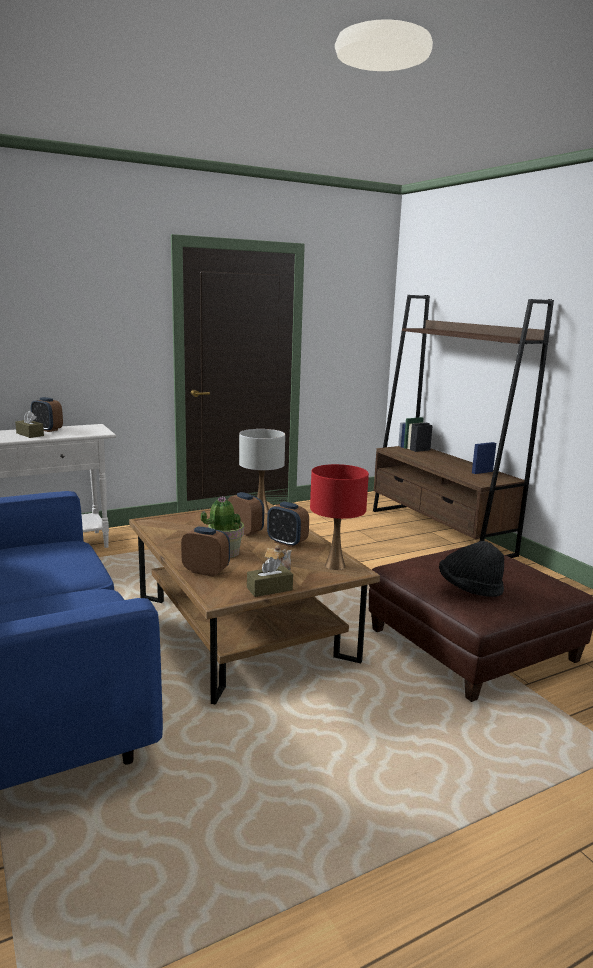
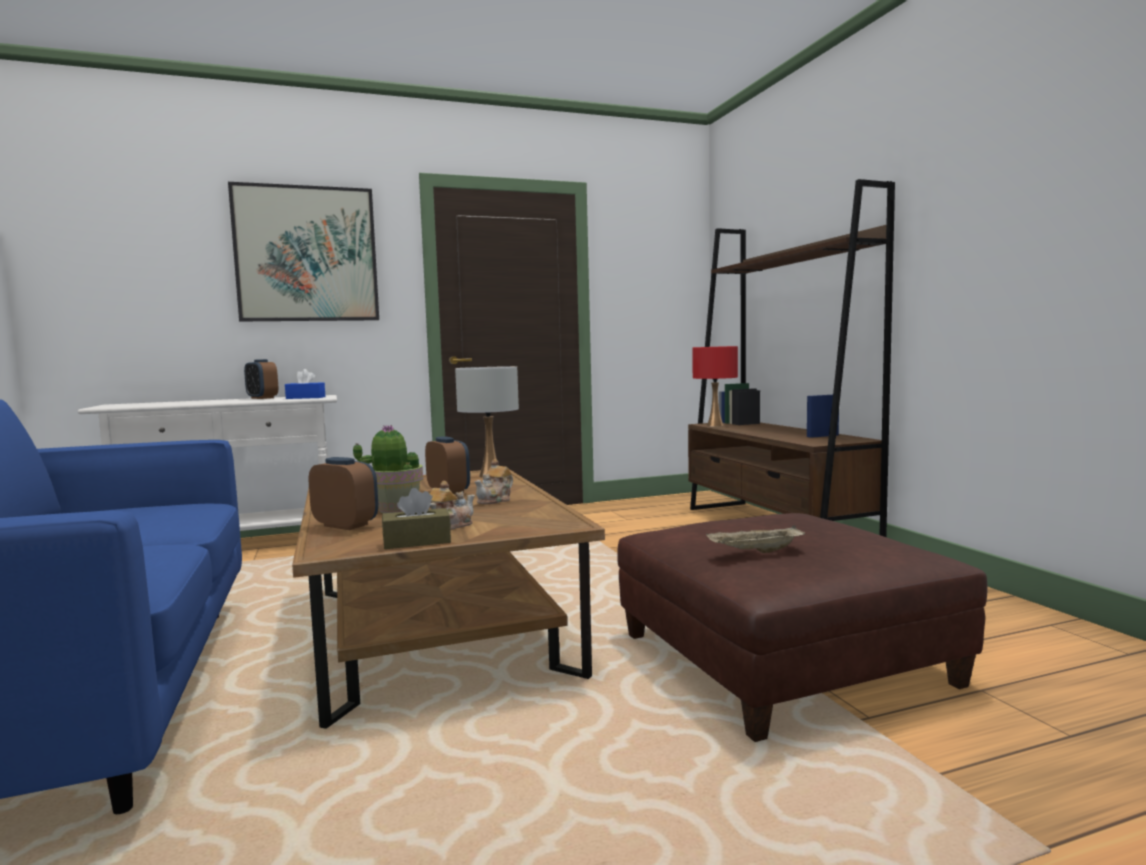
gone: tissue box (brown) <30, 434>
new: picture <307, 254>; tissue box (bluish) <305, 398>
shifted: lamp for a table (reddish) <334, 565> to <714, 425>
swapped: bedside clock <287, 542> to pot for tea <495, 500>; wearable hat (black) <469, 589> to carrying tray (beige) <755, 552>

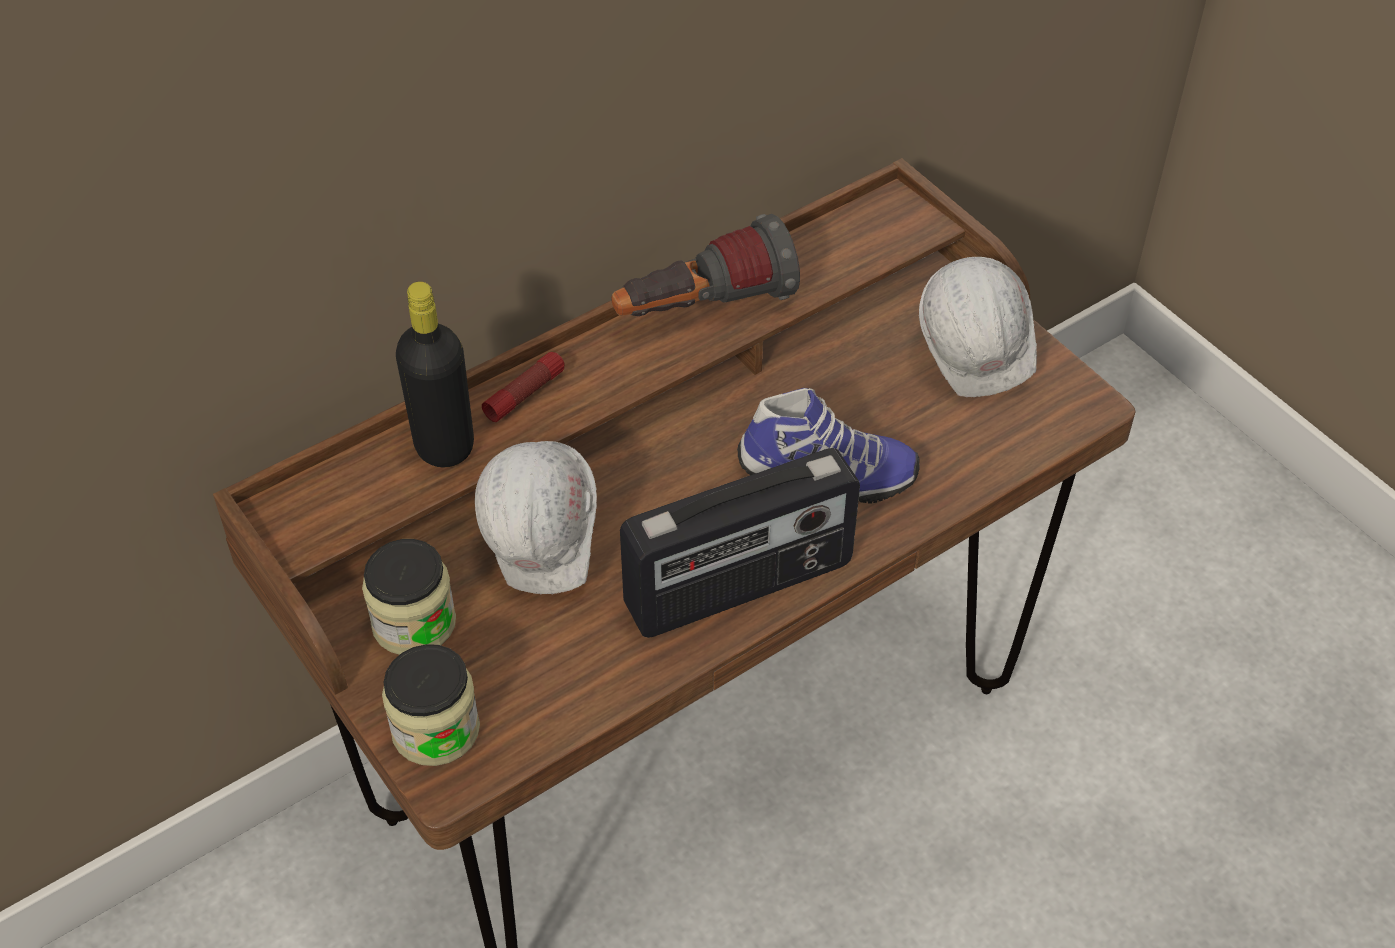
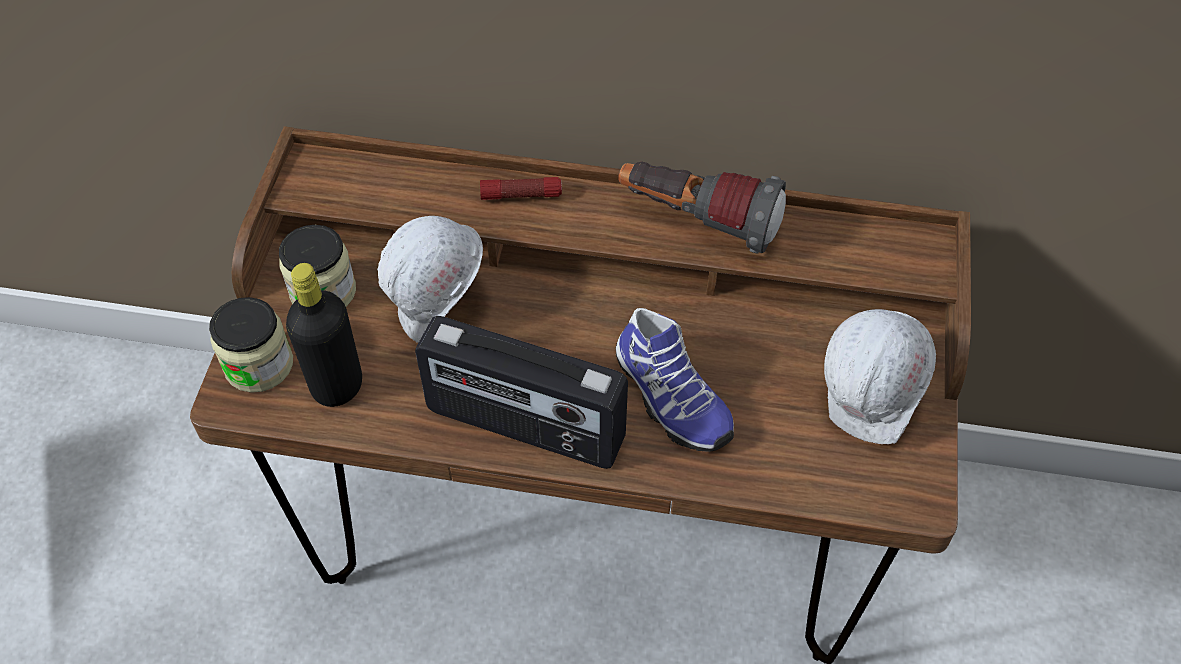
shifted: bottle (black) <444, 446> to <337, 386>

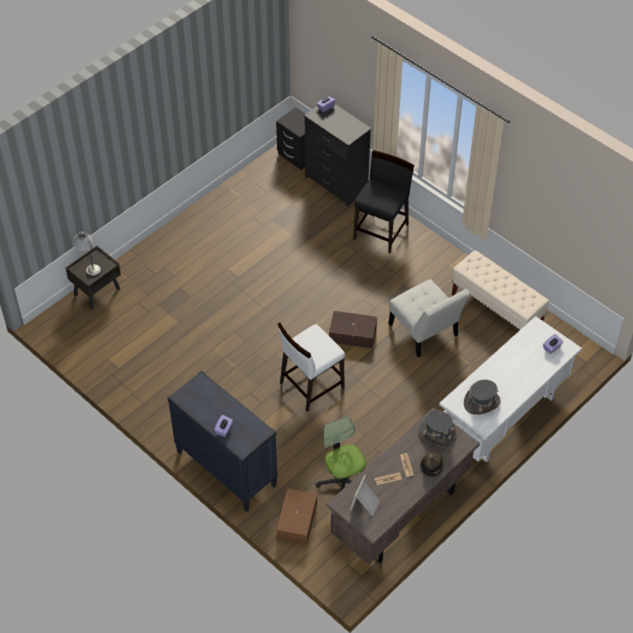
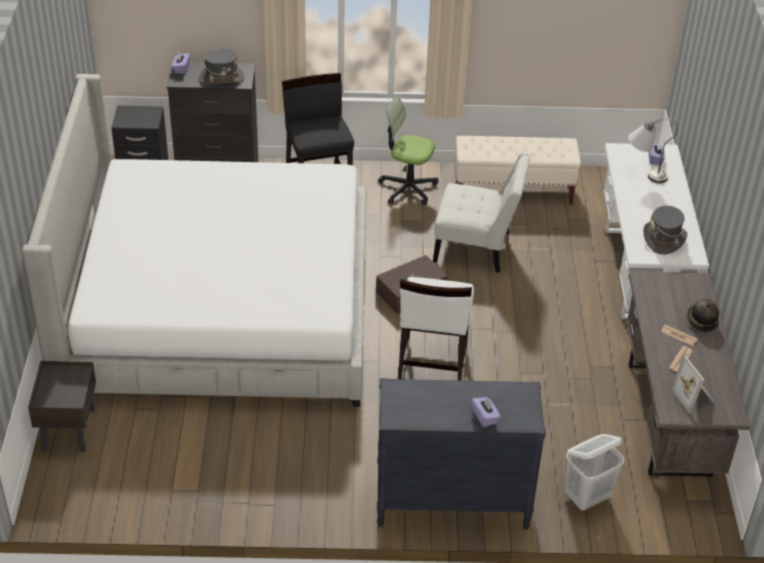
new: bed <219, 308>
shifted: wearable hat (grey) <437, 433> to <221, 78>; computer chair <343, 481> to <408, 188>; lamp for a table (grey) <89, 264> to <644, 174>
swapped: storage container (brown) <298, 520> to hamper (white-coloured) <587, 497>

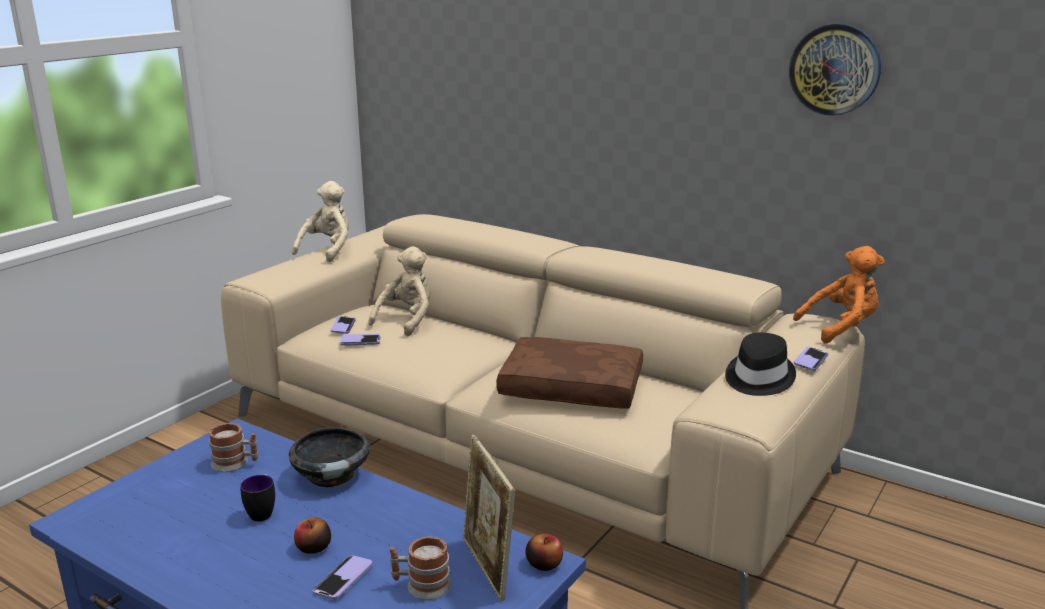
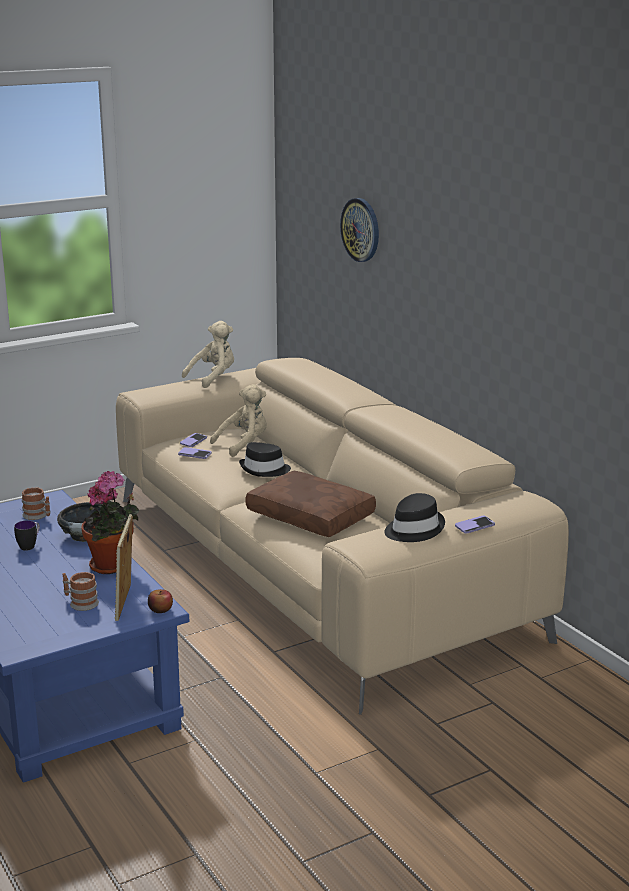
gone: apple fruit <313, 547>; phone <343, 579>; cuddly toy (orangey) <841, 328>
new: houseplant <113, 566>; wearable hat (black) <264, 470>
shifted: clock on the wall <834, 69> to <361, 229>

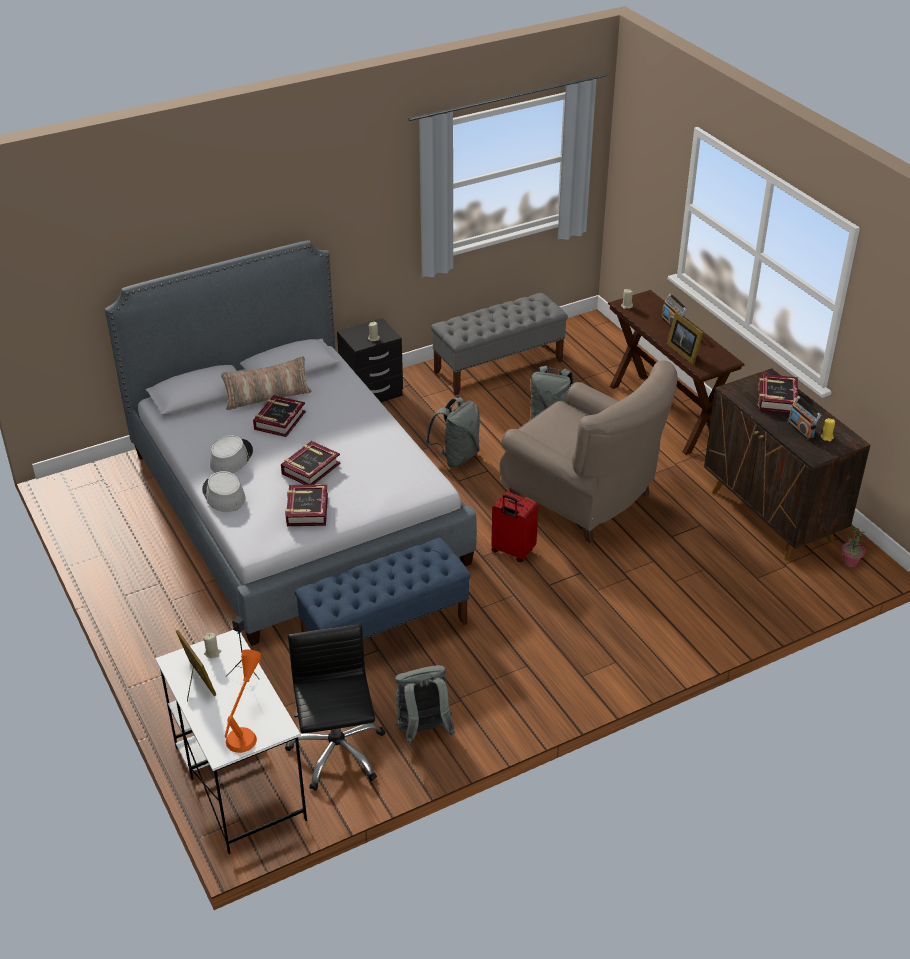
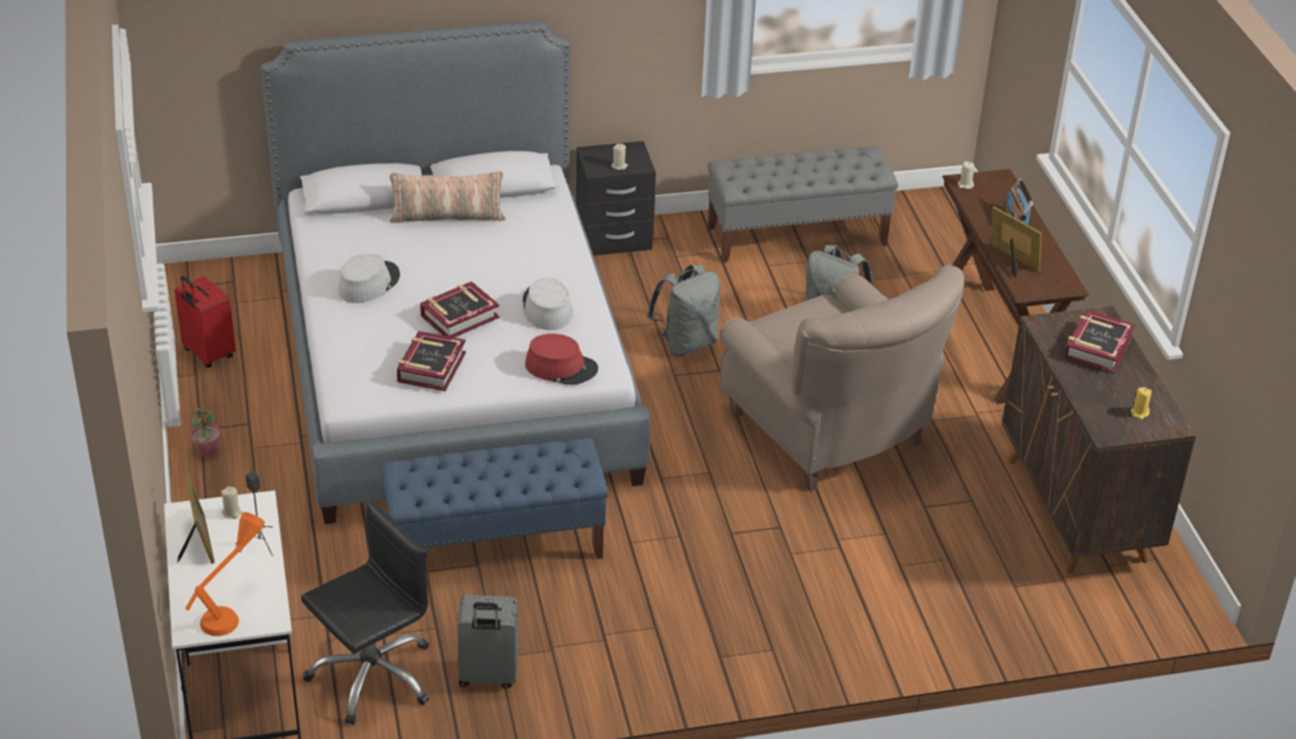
gone: book <279, 420>; radio <801, 429>
new: wearable hat (reddish) <561, 367>
shifted: piece of luggage (reddish) <512, 551> to <208, 354>; houseplant <850, 562> to <207, 451>; wearable hat (grey) <223, 494> to <546, 308>
swapped: rucksack (grey) <423, 731> to piece of luggage (grey) <488, 676>
rotated: computer chair (black) <337, 752> = <372, 675> 45 degrees clockwise; picture frame <683, 352> = <1012, 261> 150 degrees clockwise

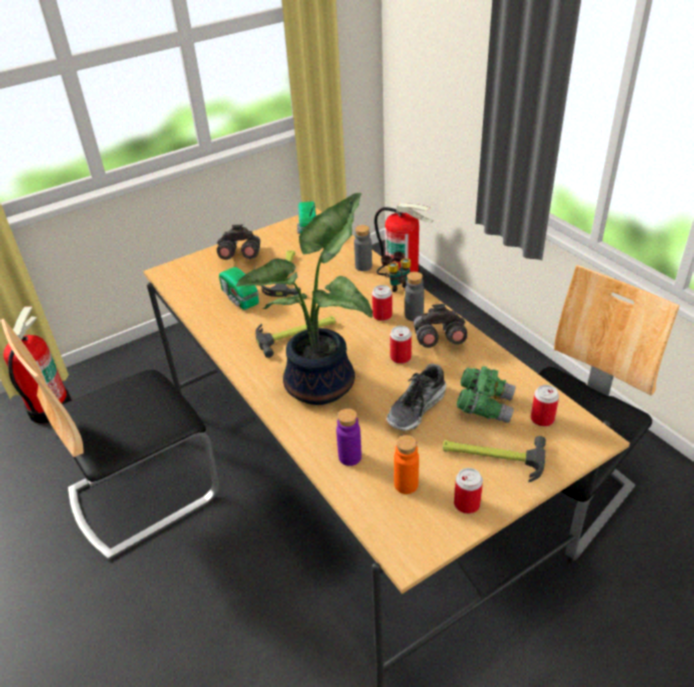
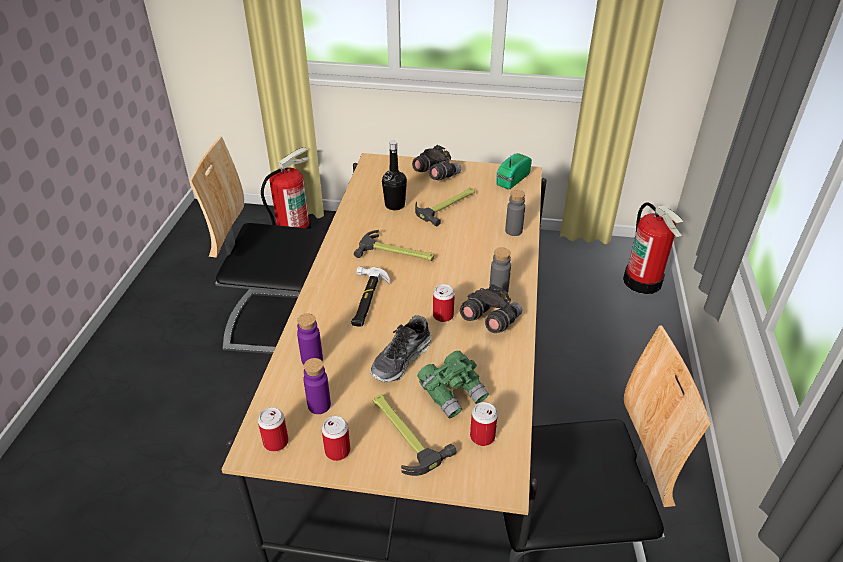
gone: binoculars <395, 284>
shifted: can <382, 315> to <276, 442>
swapped: houseplant <324, 384> to hammer <366, 299>; radio <239, 298> to bottle (black) <395, 205>
repainted: bottle (orangey) <406, 484> to bottle (purplish) <319, 405>
rotated: item of footwear <416, 408> = <401, 359> 45 degrees counterclockwise

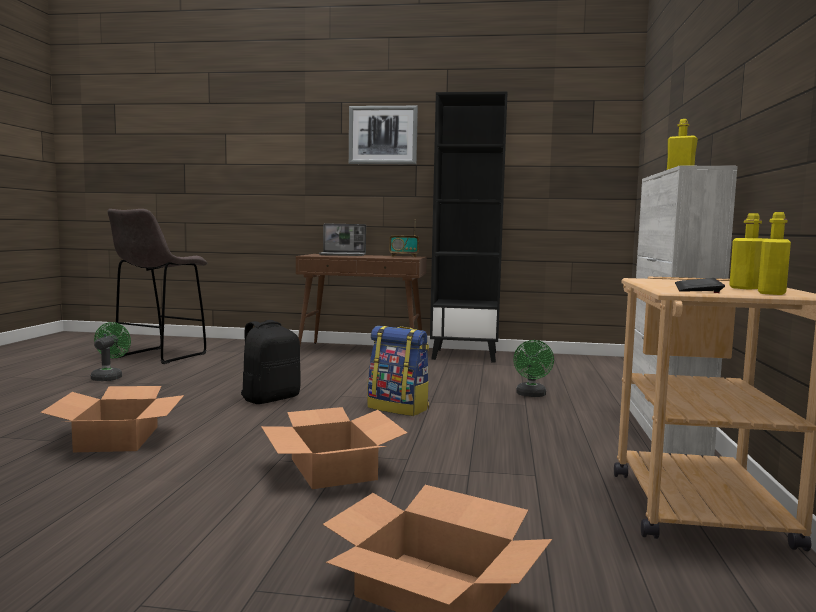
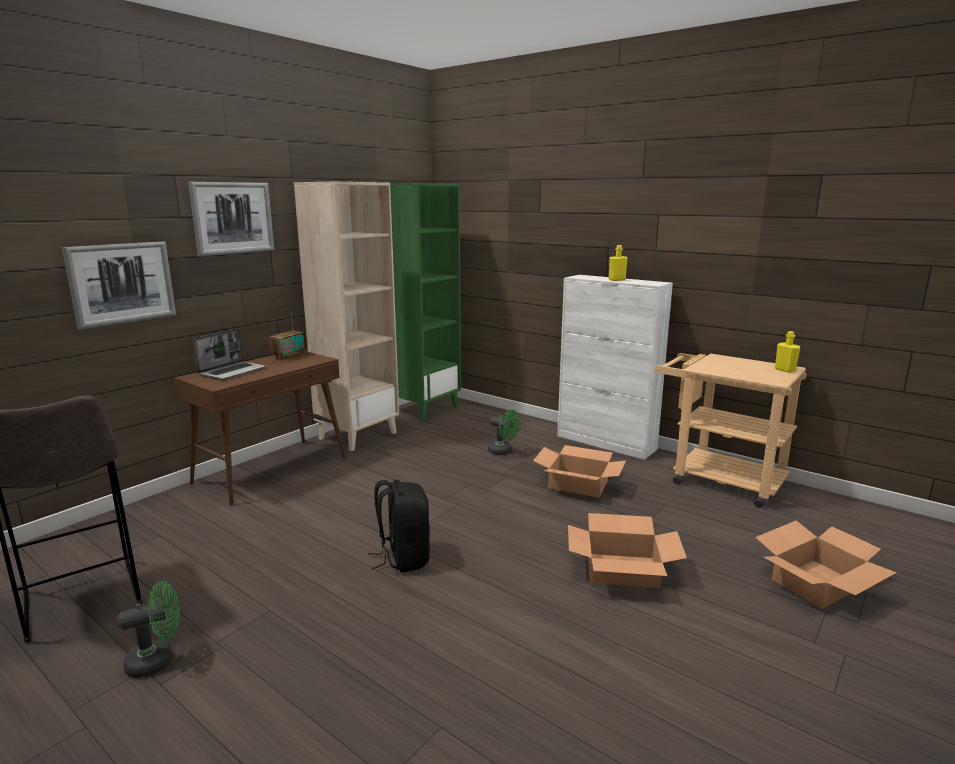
gone: rucksack <399, 408>; computer keyboard <697, 288>; bottle (yellow-coloured) <747, 288>
new: picture <122, 283>; bookcase (green) <424, 408>
shifted: carton <118, 438> to <578, 484>
repainted: bookcase (black) <465, 355> to bookcase (beige) <358, 435>
rotated: fan (green) <109, 377> = <158, 660> 120 degrees clockwise

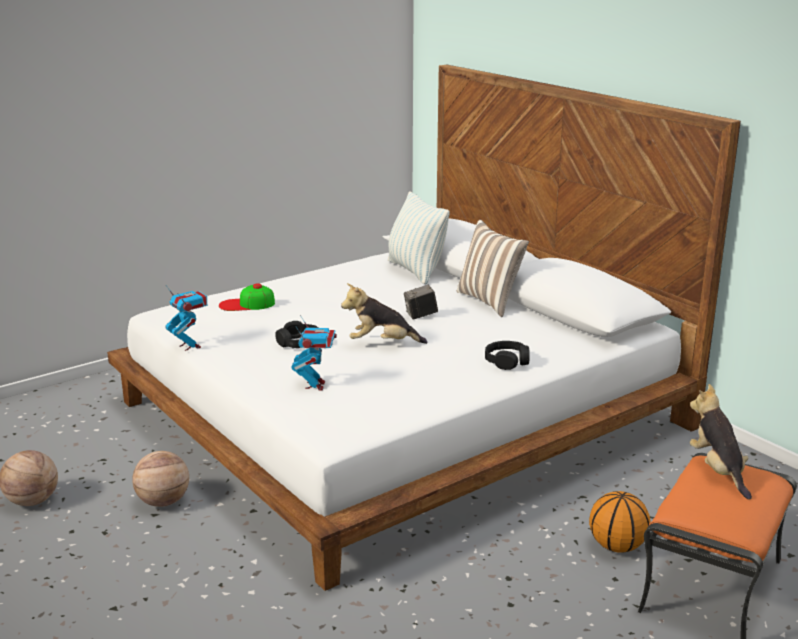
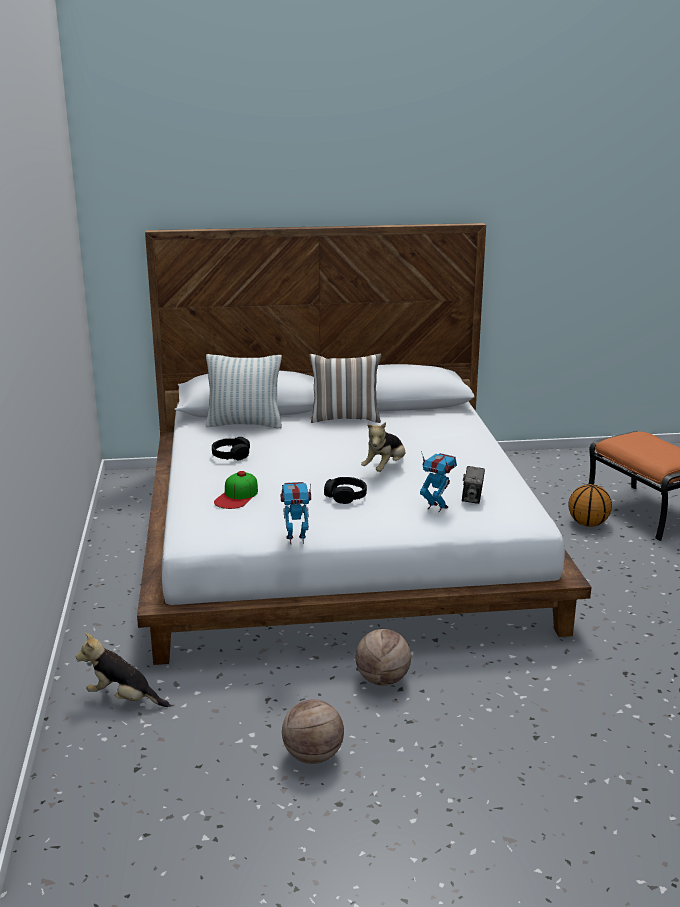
shifted: cuddly toy <717, 470> to <123, 698>; pair of headphones (black) <507, 361> to <231, 455>; still camera <420, 315> to <472, 498>

